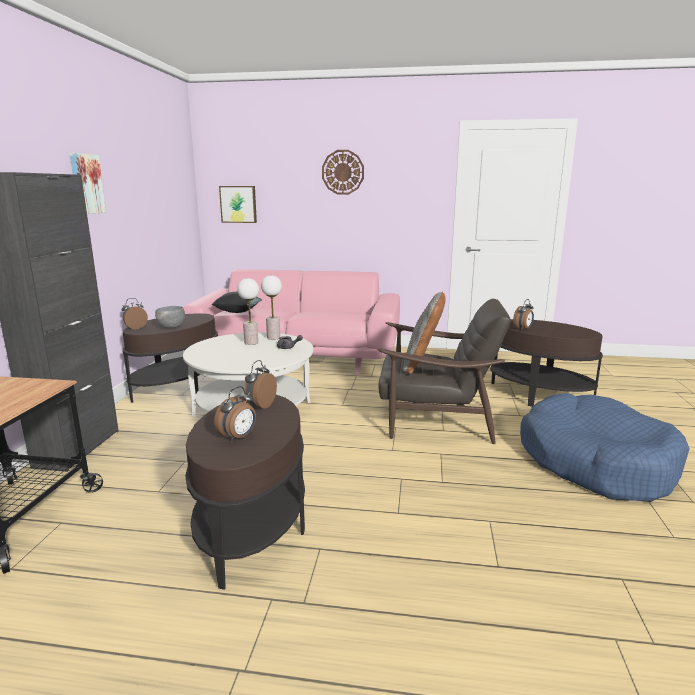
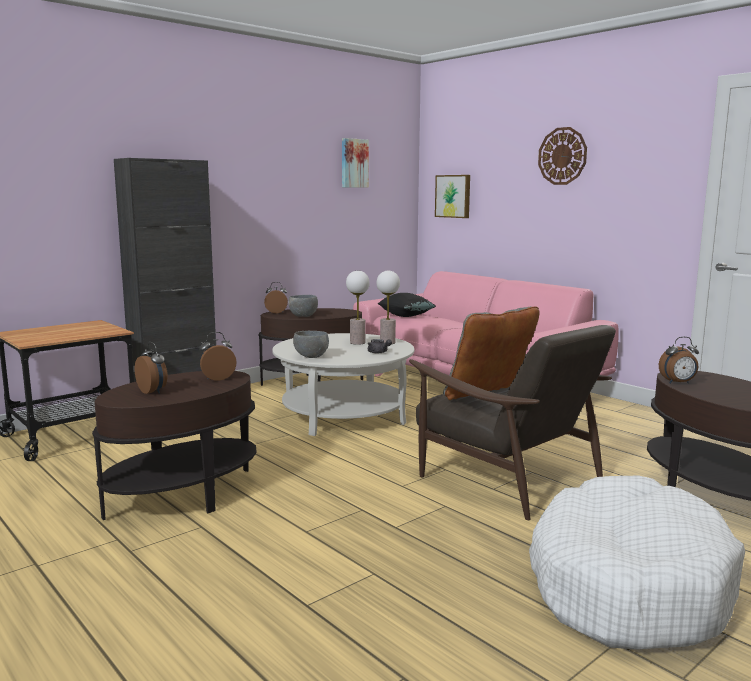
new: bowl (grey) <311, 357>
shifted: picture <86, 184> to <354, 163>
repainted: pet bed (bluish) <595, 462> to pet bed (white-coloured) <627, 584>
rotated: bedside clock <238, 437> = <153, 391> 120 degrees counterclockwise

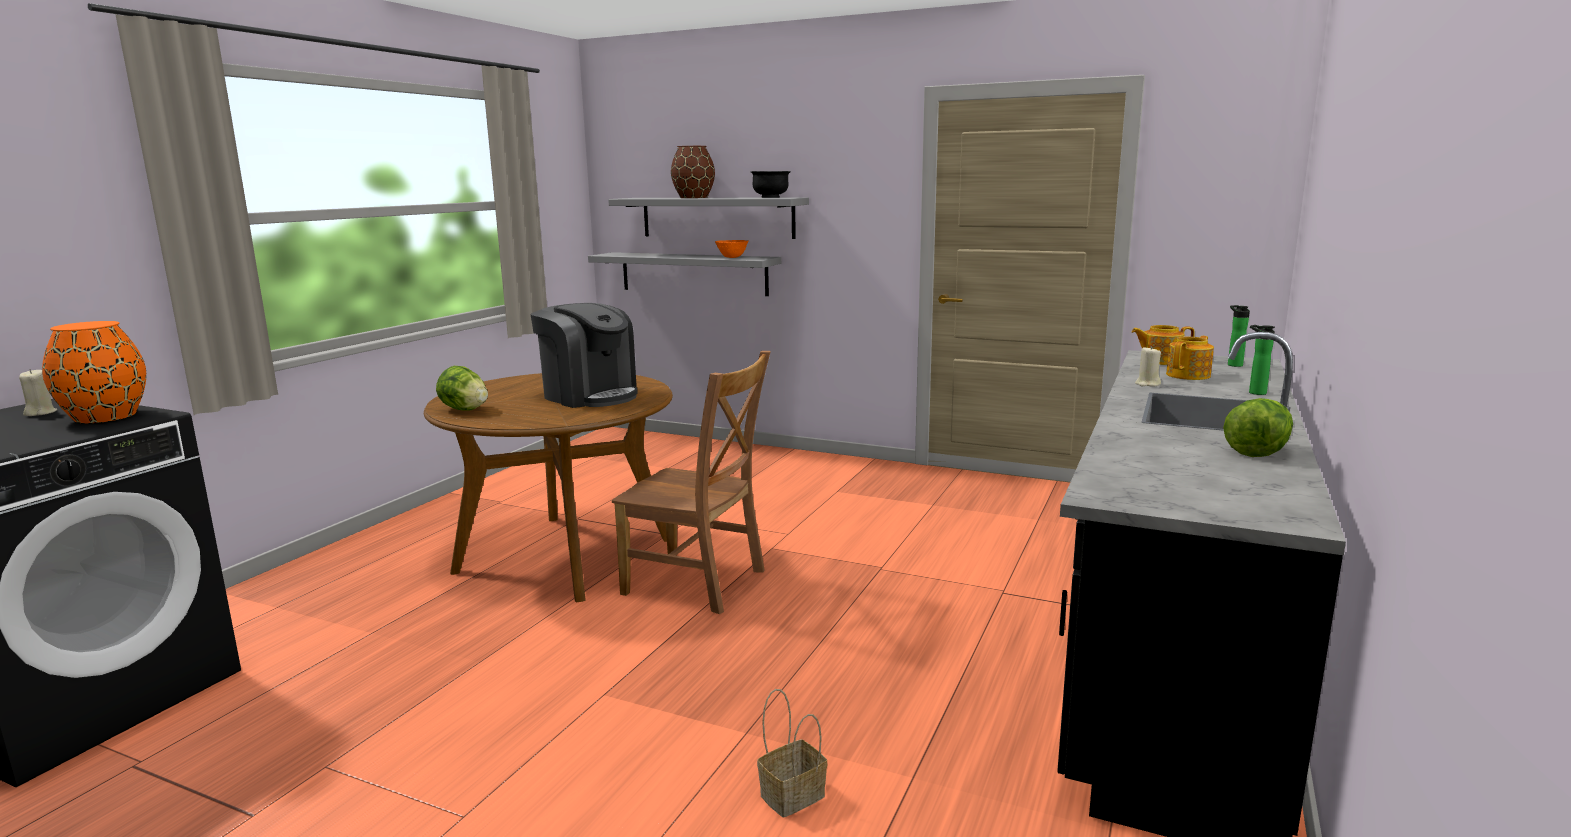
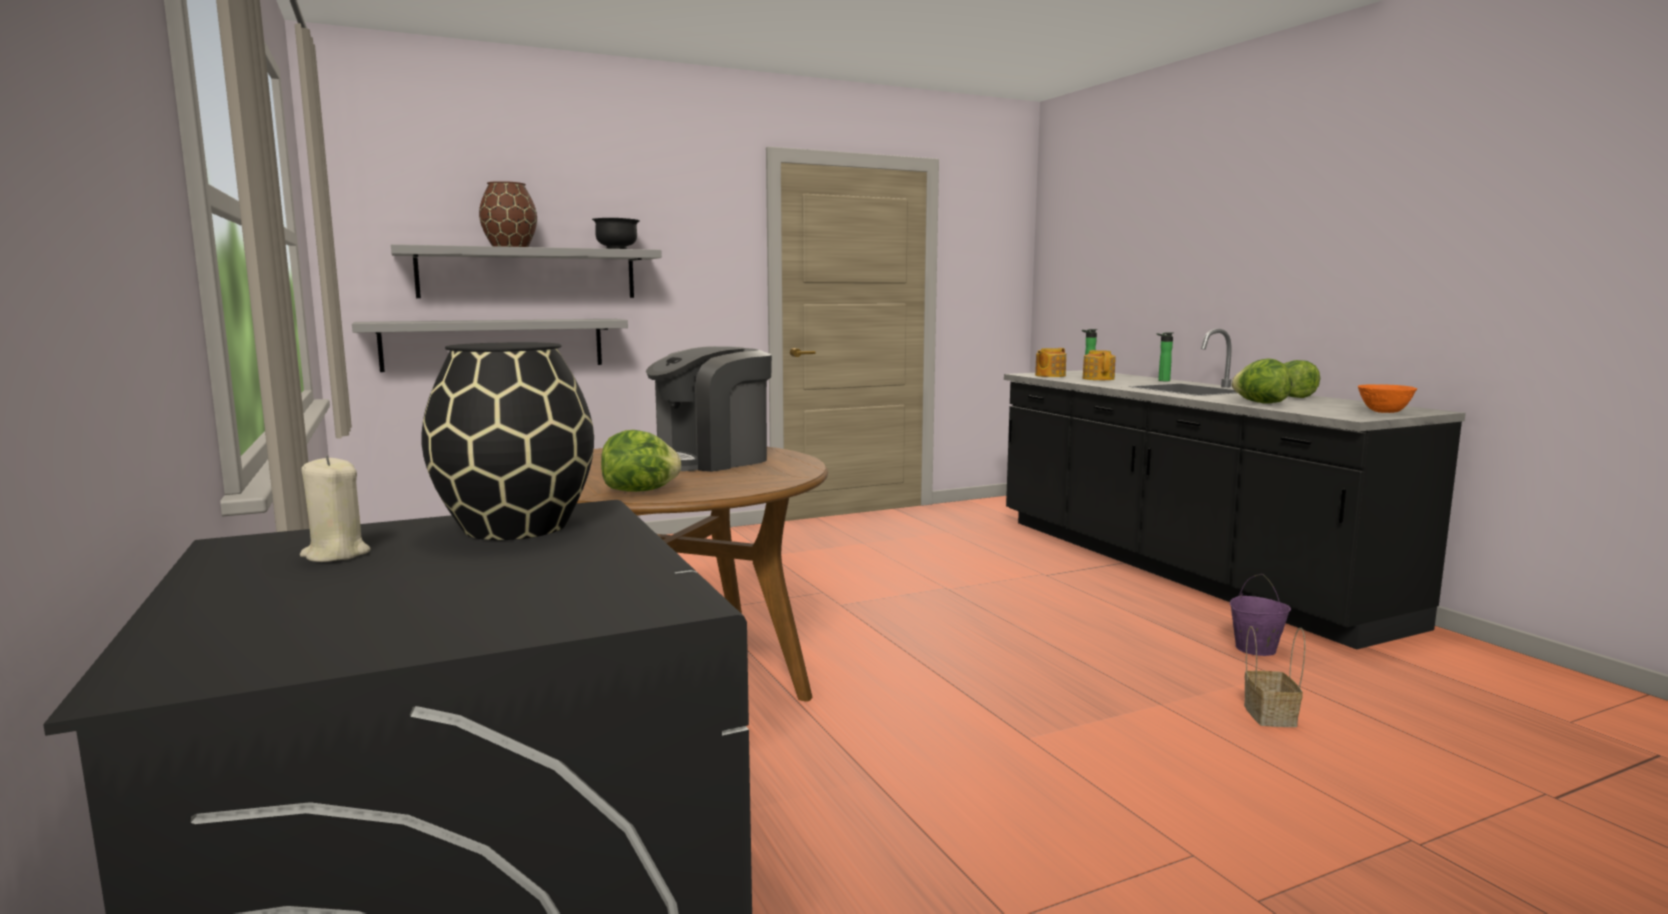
gone: plain chair (brown) <699, 583>; wax light (beige) <1147, 384>
new: water bucket (purplish) <1255, 649>; head of lettuce <1260, 403>
shifted: bowl (orangey) <732, 257> to <1384, 412>
repainted: decorative vase (orangey) <106, 416> to decorative vase (black) <514, 527>
rotated: coffee brewer <590, 395> = <710, 460> 150 degrees clockwise

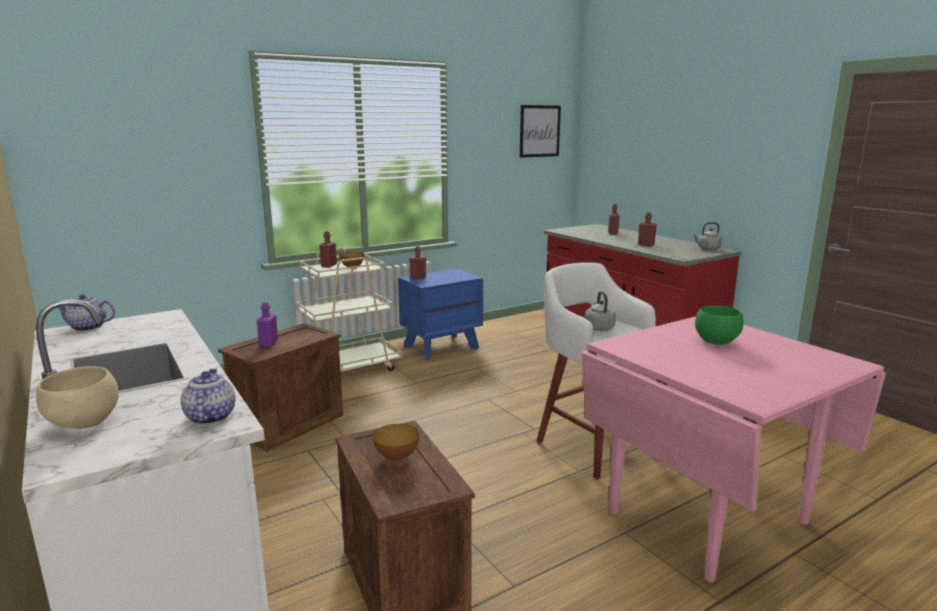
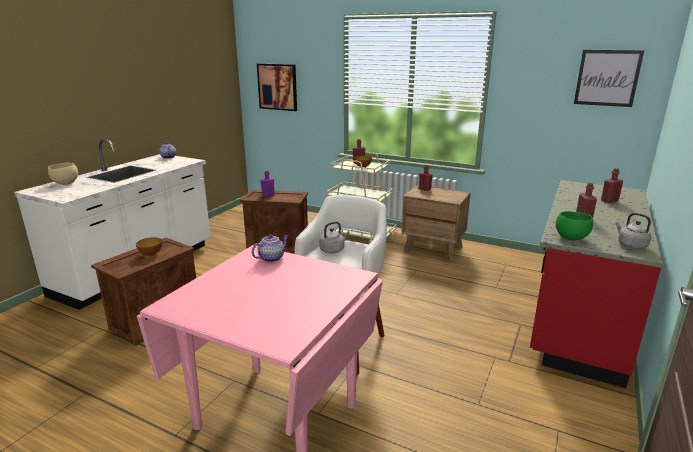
new: picture <277, 87>
shifted: pot for tea <210, 416> to <271, 258>; bowl (green) <715, 341> to <570, 238>
repainted: nightstand (bluish) <441, 347> to nightstand (brown) <433, 249>

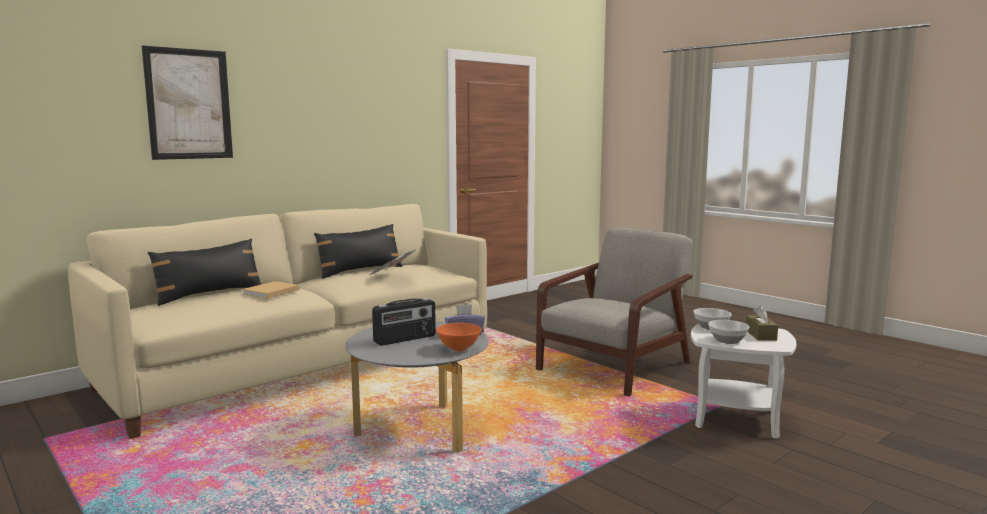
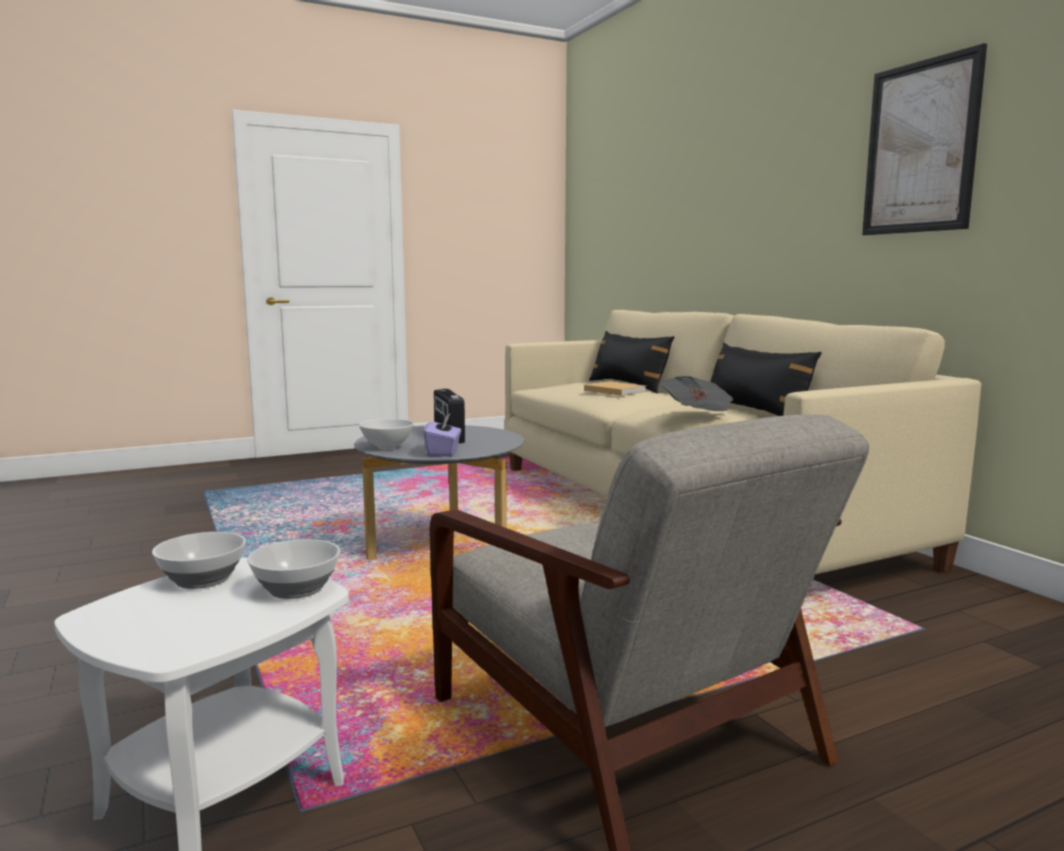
gone: tissue box (brown) <760, 335>
shifted: picture <189, 104> to <920, 147>
repainted: bowl (orangey) <459, 349> to bowl (white-coloured) <387, 448>

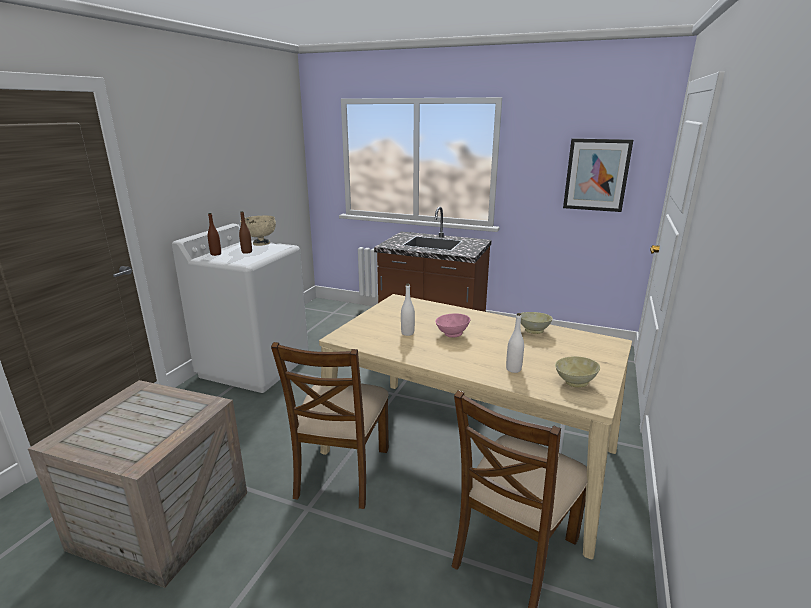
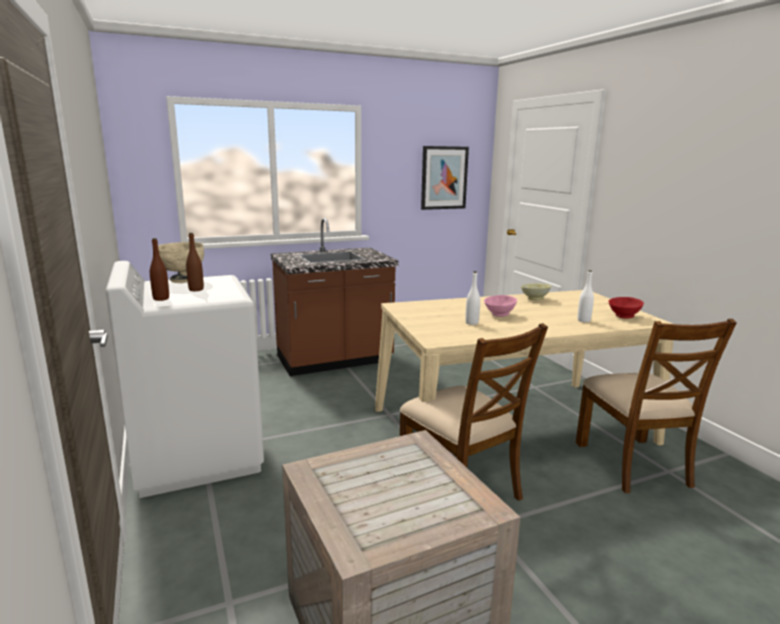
repainted: bowl (beige) <574, 382> to bowl (reddish) <623, 316>

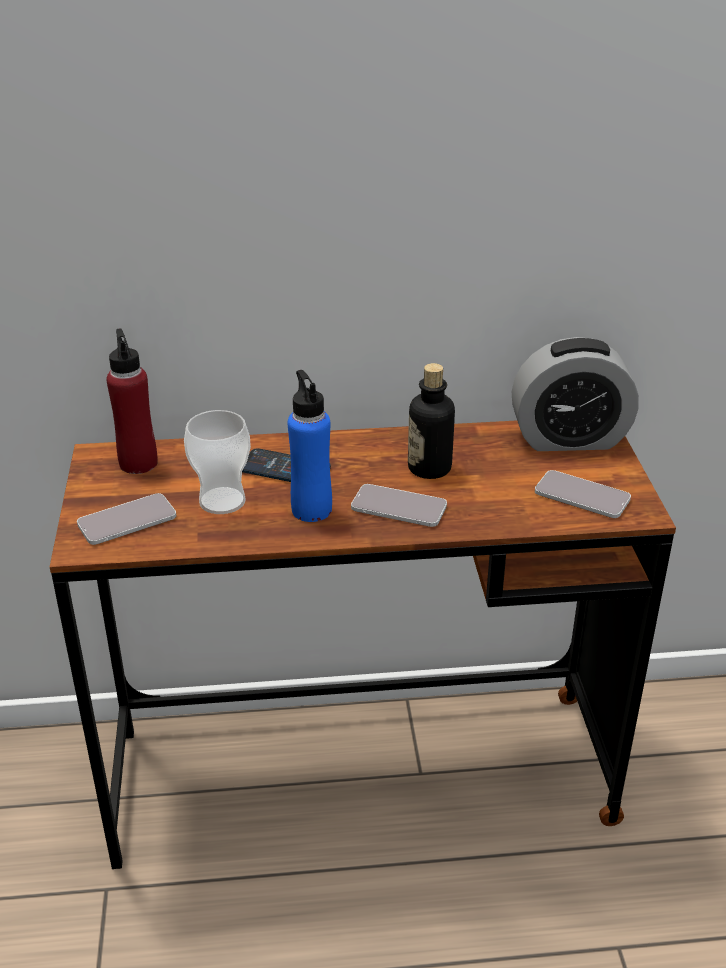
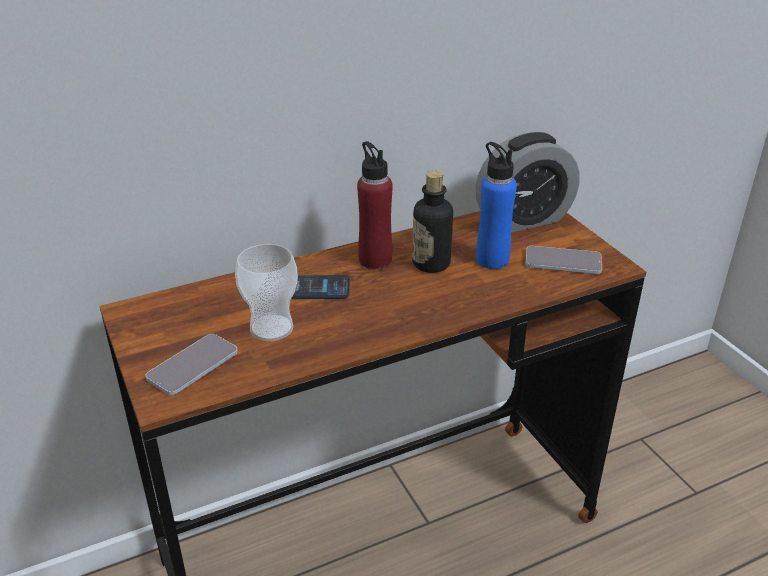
gone: phone <398, 507>
shifted: bottle (reddish) <138, 463> to <375, 260>; bottle (bluish) <311, 510> to <492, 259>

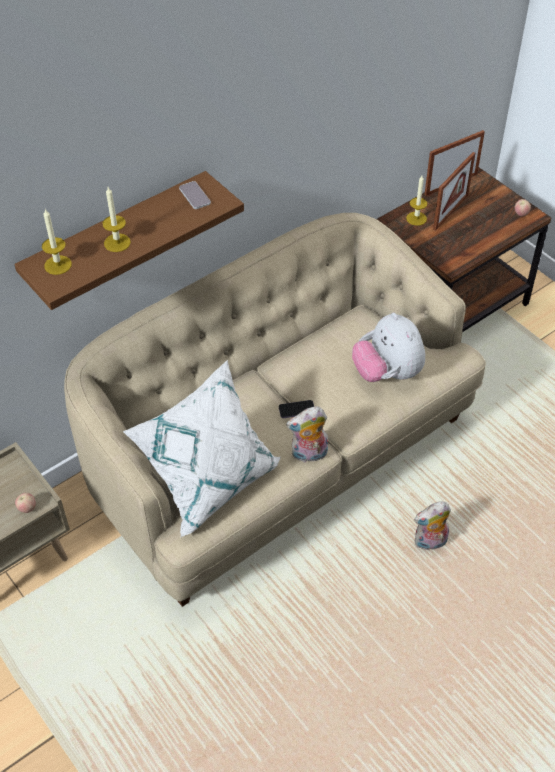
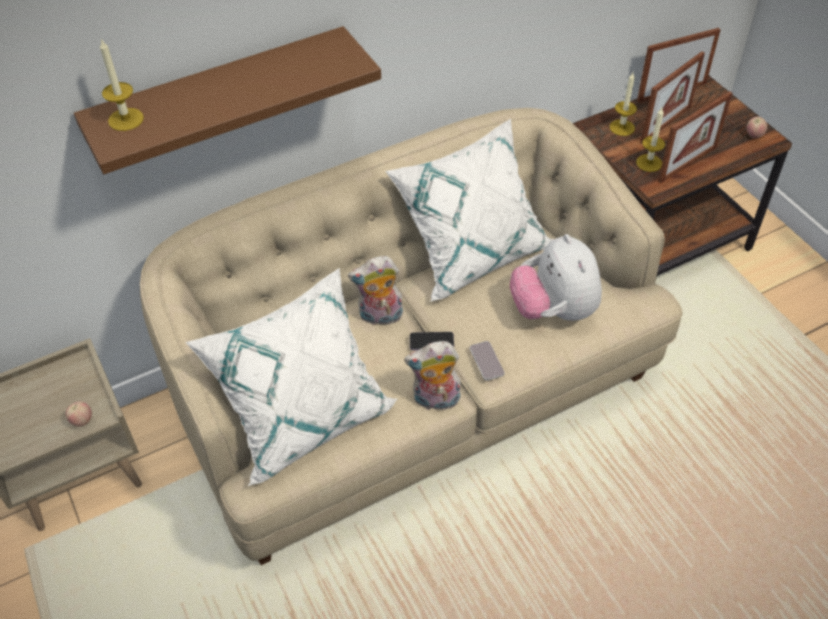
new: throw pillow (white-coloured) <472, 252>; picture frame <687, 164>
shifted: cuddly toy <430, 543> to <380, 317>; phone <194, 196> to <486, 361>; wax light <117, 242> to <649, 163>

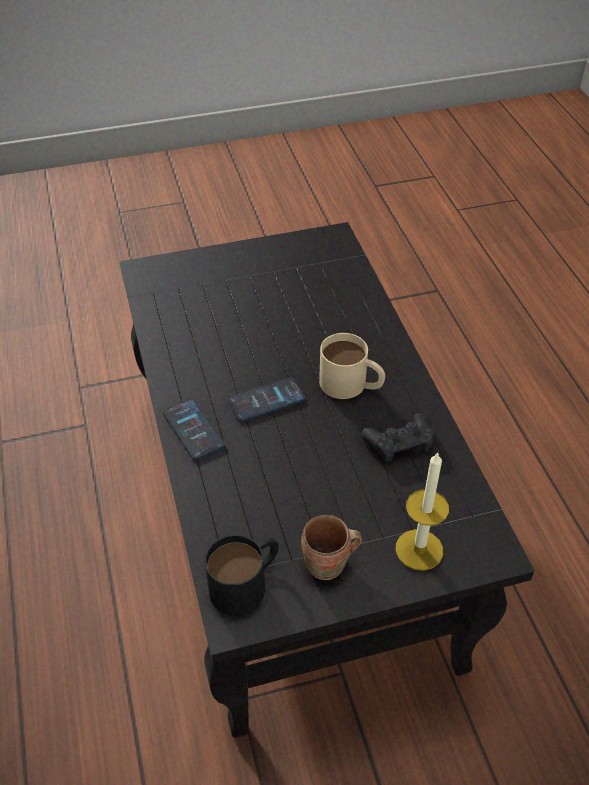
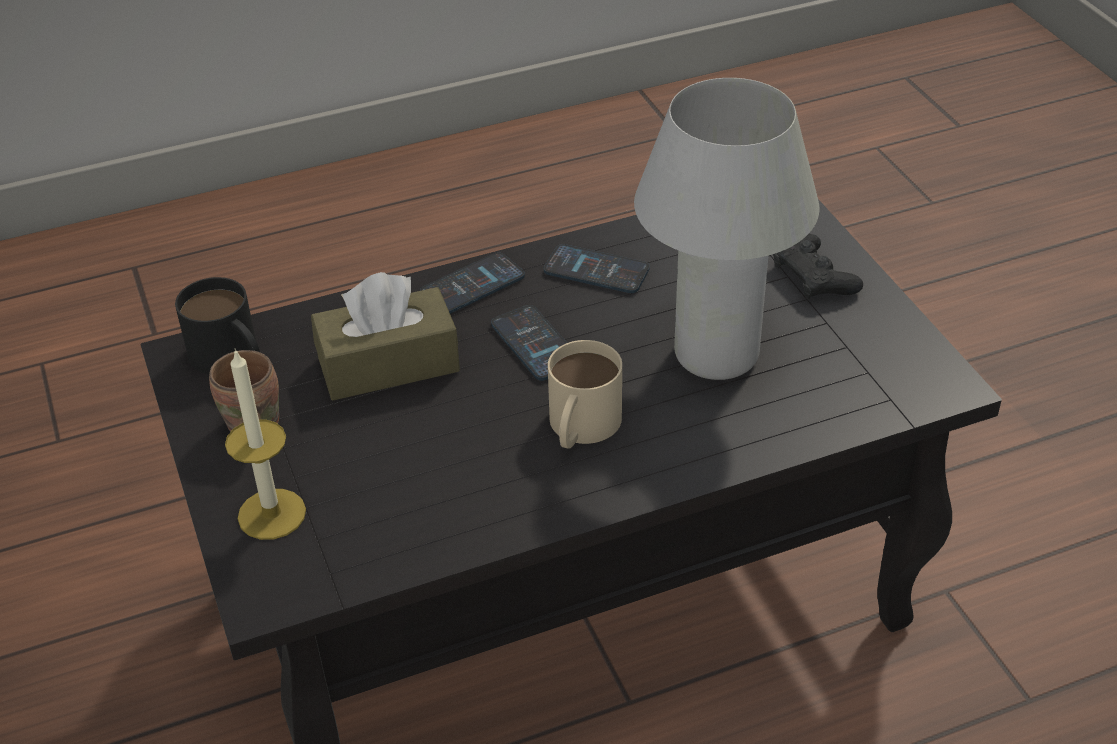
new: tissue box (brown) <388, 364>; phone <596, 270>; lamp for a table (white-coloured) <716, 354>
shifted: joypad (black) <399, 442> to <814, 277>

